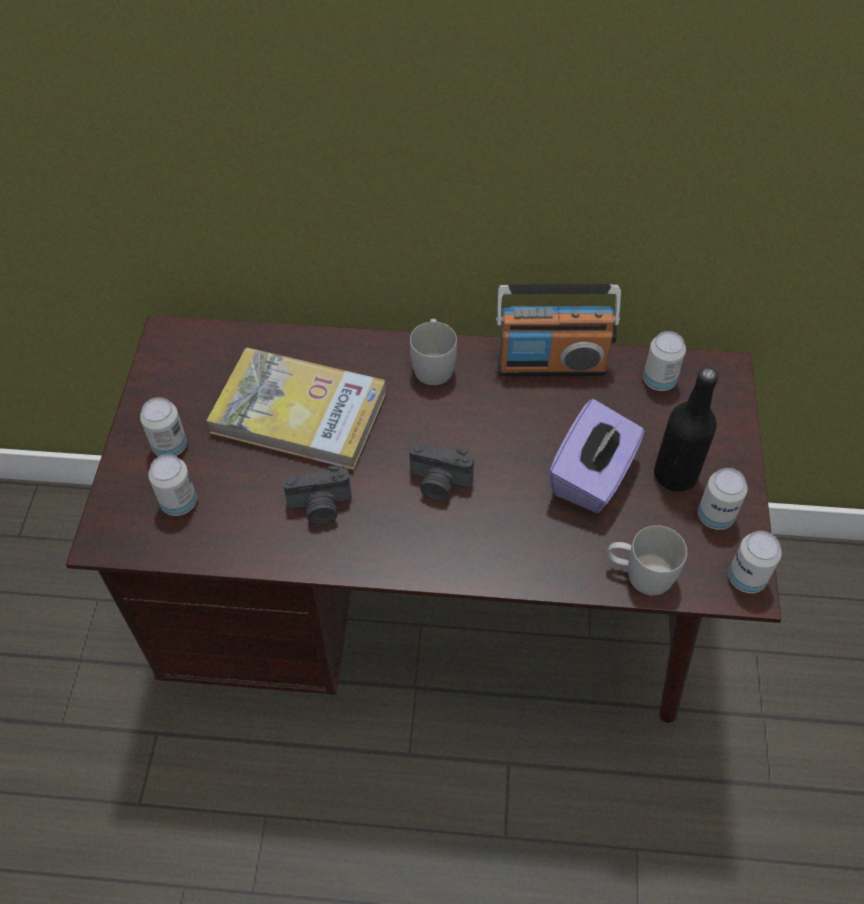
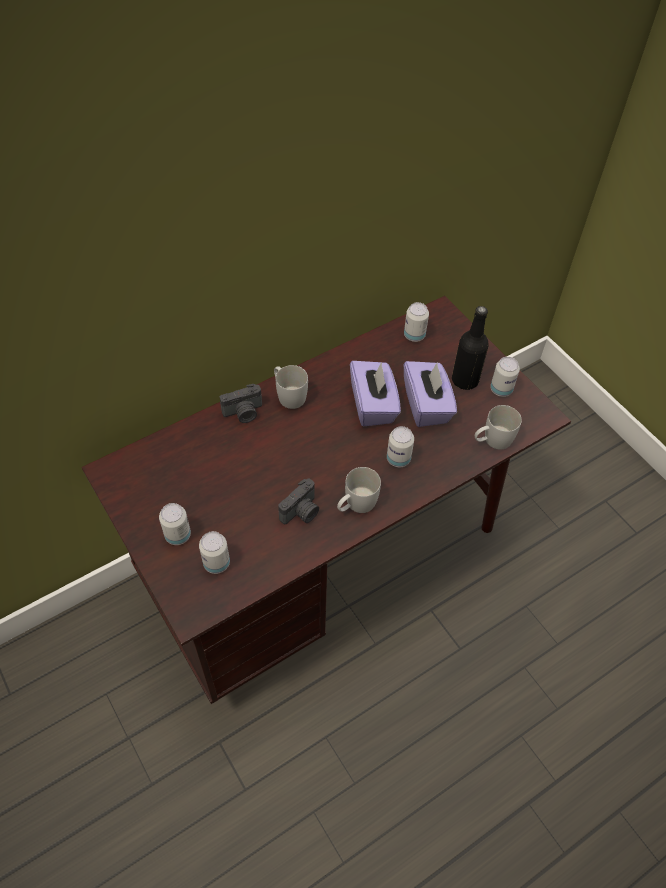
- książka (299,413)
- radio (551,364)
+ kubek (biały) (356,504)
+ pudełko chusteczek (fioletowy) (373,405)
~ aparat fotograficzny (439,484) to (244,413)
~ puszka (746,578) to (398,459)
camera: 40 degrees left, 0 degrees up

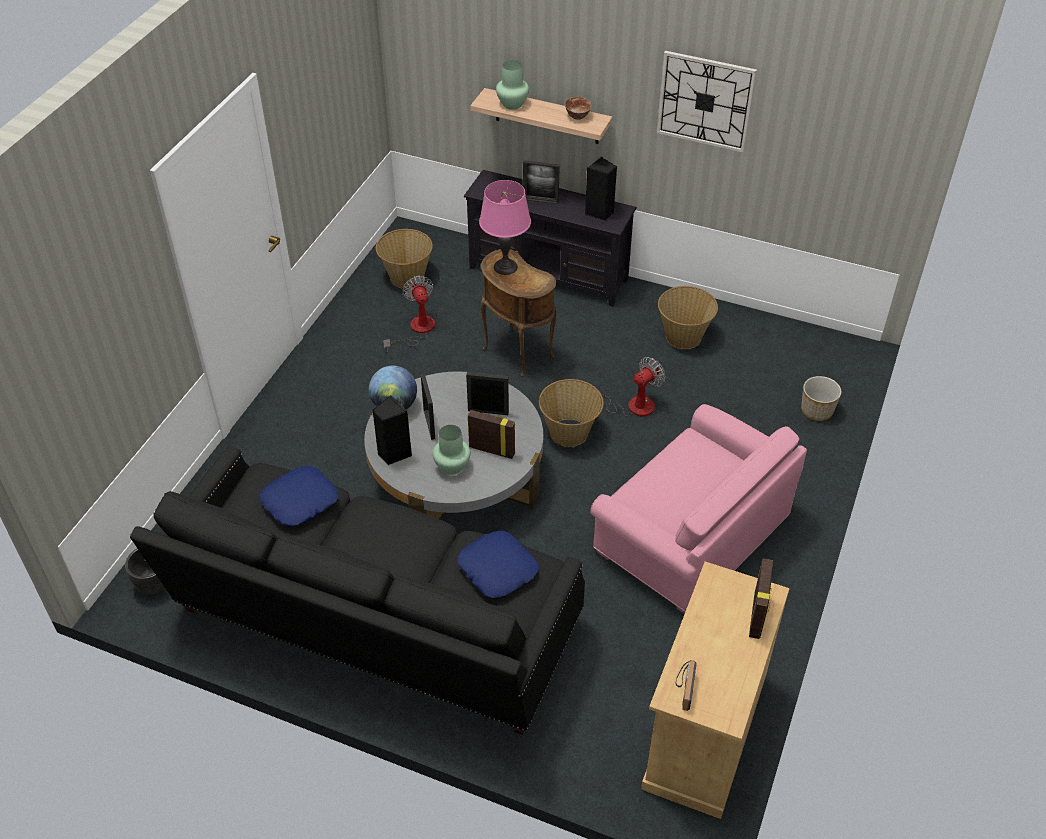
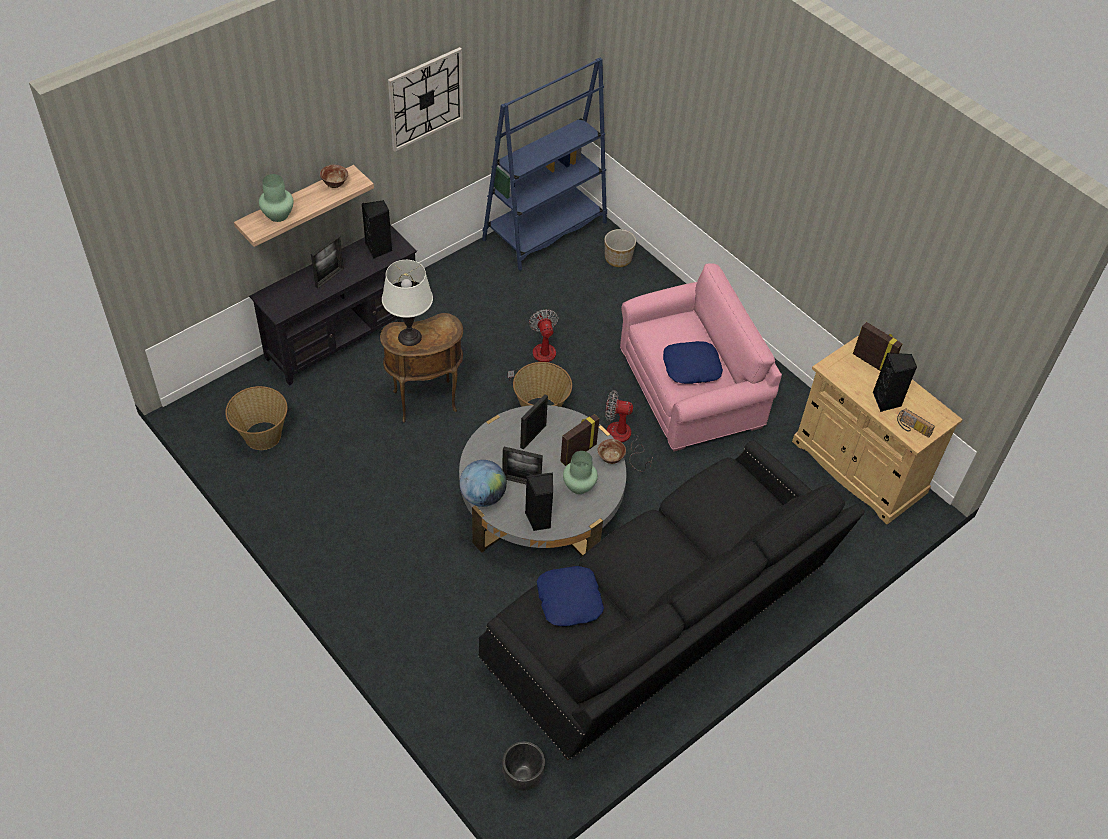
- koszyk (683,336)
+ regał (niebieski) (545,231)
+ miska (610,458)
+ głośnik (czarny) (887,401)
~ wentylator (416,330) to (623,439)
~ poduszka (niebieski) (498,569) to (691,366)
~ lampa stołowa (różowy) (505,267) to lampa stołowa (biały) (410,337)
camera: 65 degrees left, 5 degrees up

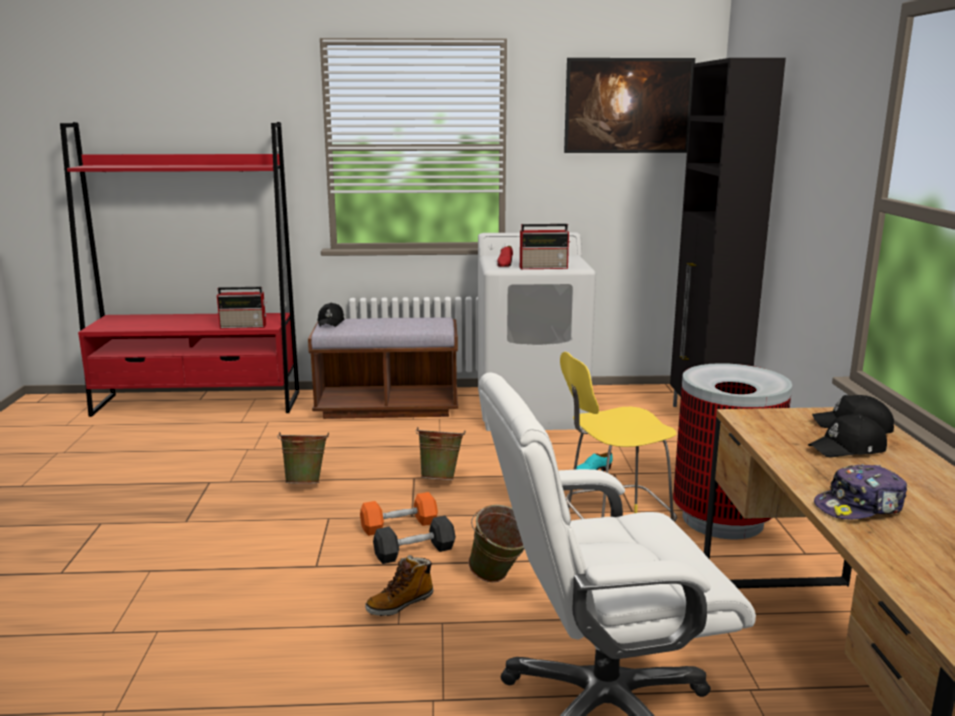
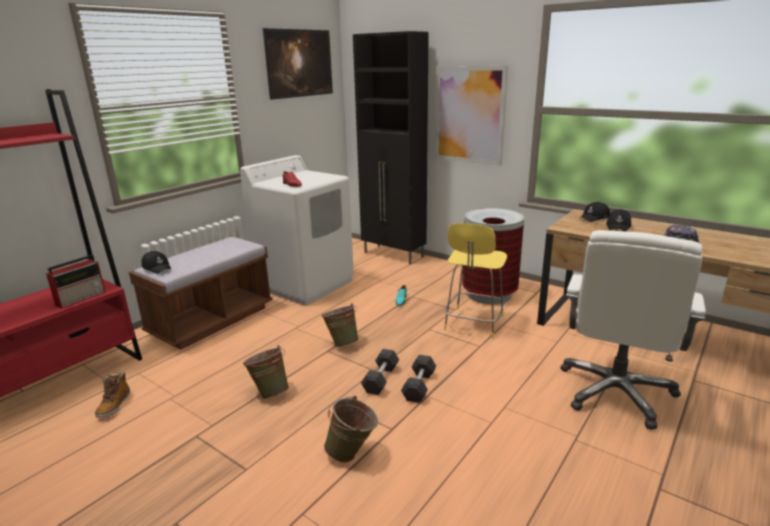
- radio (544,267)
+ obraz (469,115)
~ but z cholewką (400,604) to (114,405)
~ wiadro (zielony) (499,579) to (352,454)
~ hantel (pomarańczowy) (399,526) to hantel (szary) (381,379)
camera: 50 degrees left, 5 degrees up

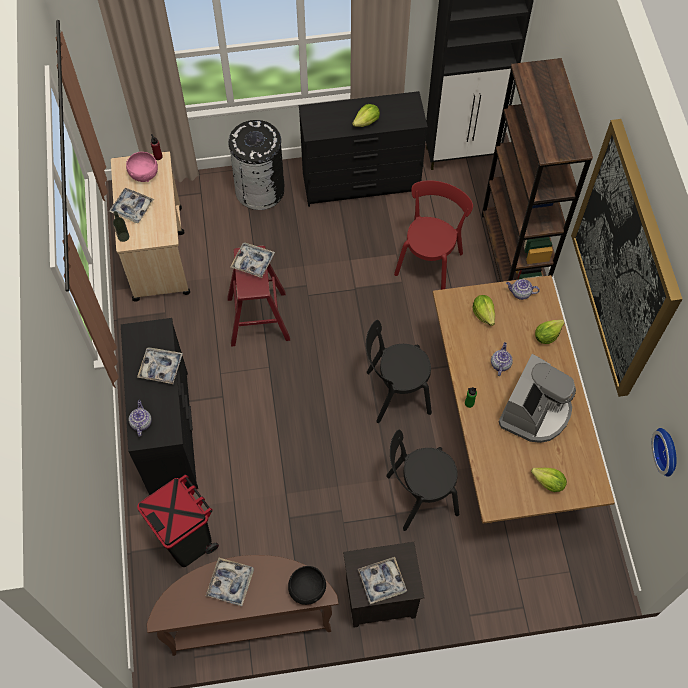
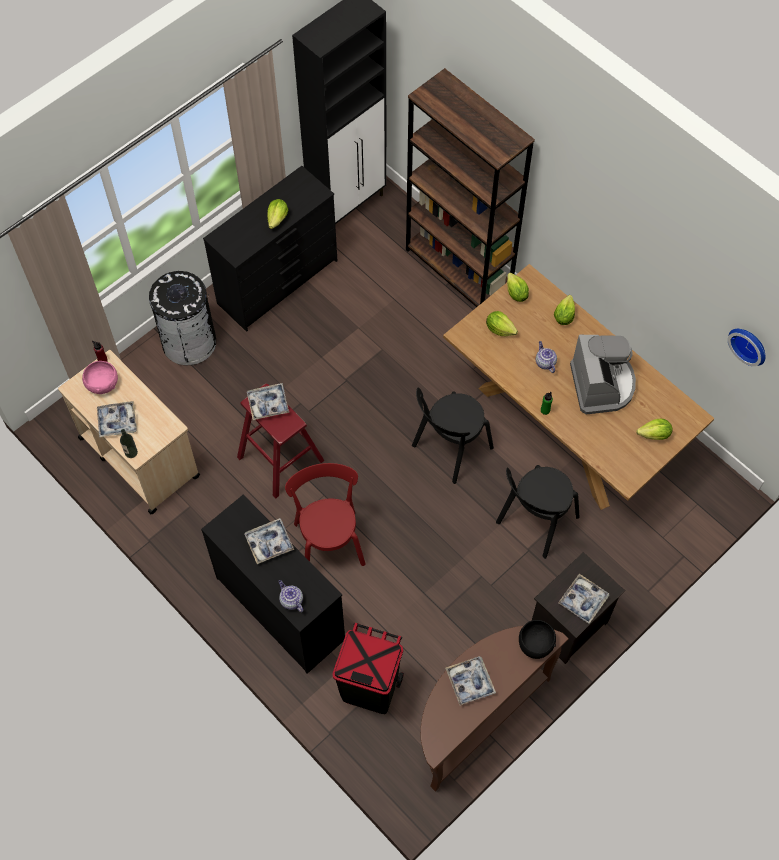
- obraz (624,262)
~ krzesło (czerwony) (429,261) to (329,540)
~ imbryk (520,293) to sałata (516,294)
camera: 35 degrees left, 0 degrees up

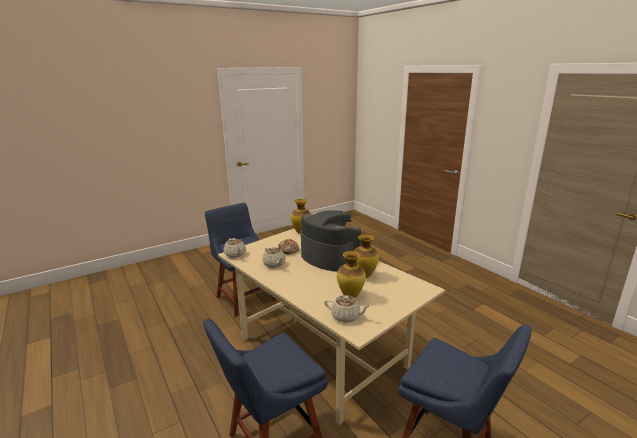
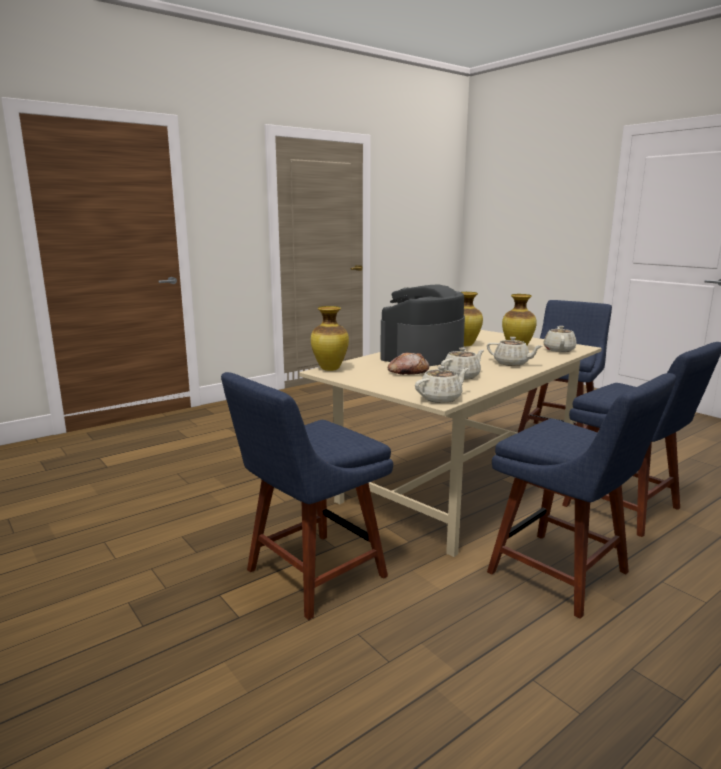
+ imbryk (beżowy) (512,363)
+ krzesło (niebieski) (564,575)
camera: 95 degrees left, 5 degrees down

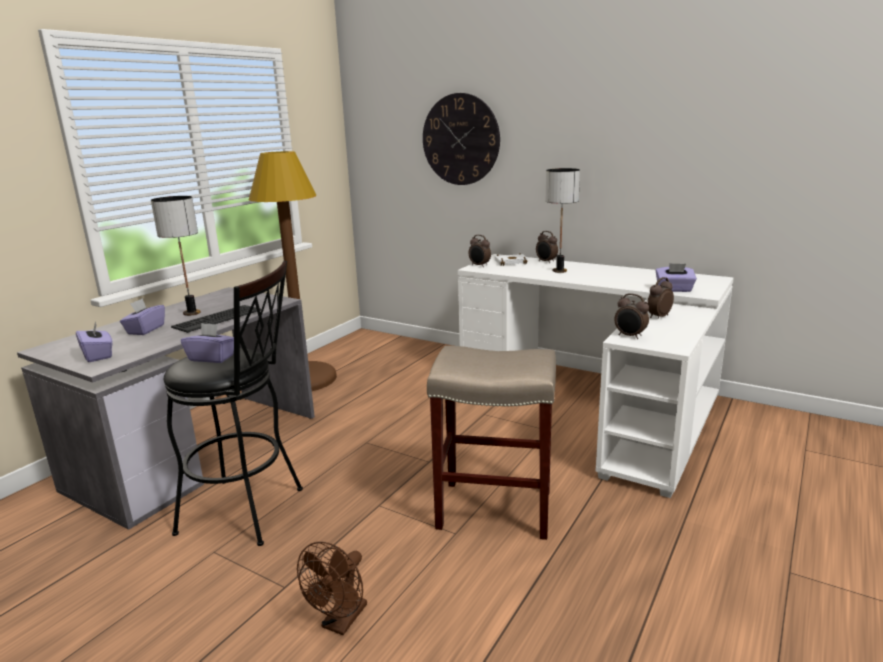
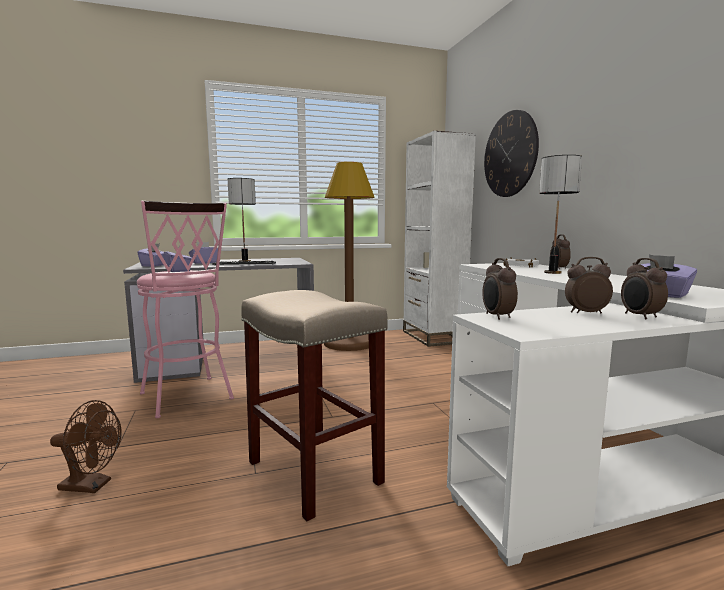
+ regał (biały) (433,336)
~ budzik (479,265) to (640,316)
~ stołek (czarny) (250,512) to stołek (różowy) (188,398)
~ wentylator (brązowy) (341,622) = (92,485) 150 degrees counterclockwise
camera: 40 degrees right, 10 degrees down

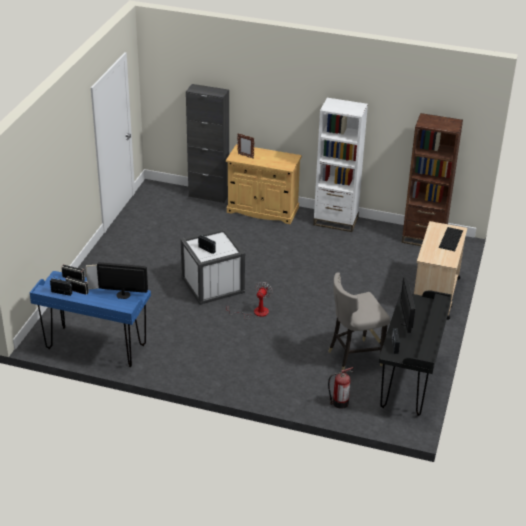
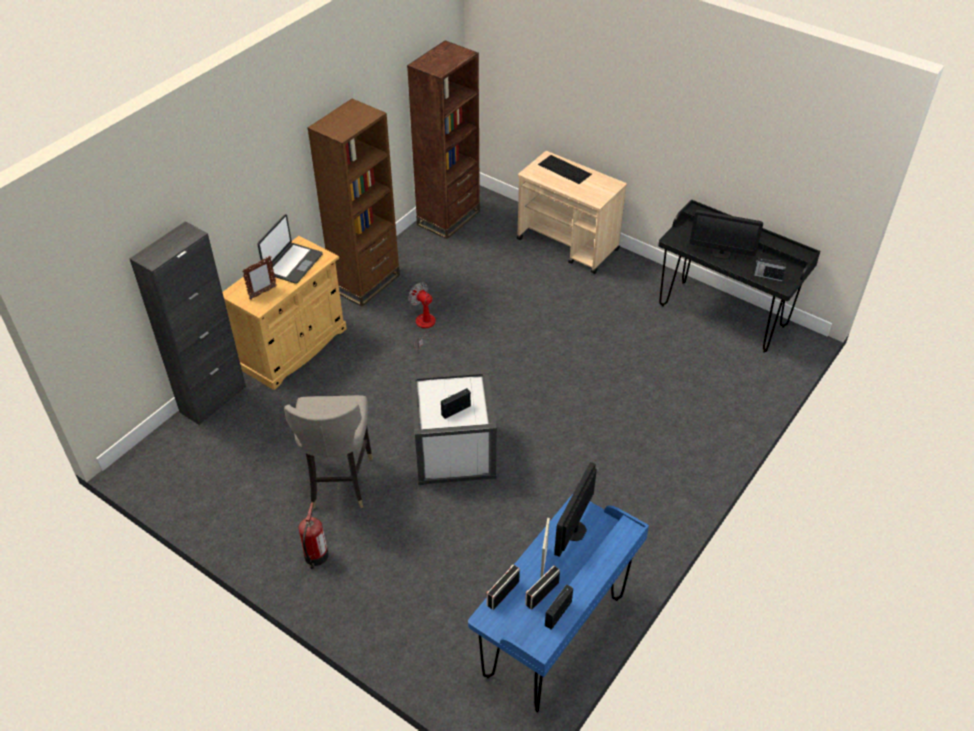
+ laptop (292,263)
~ wentylator (255,313) to (424,327)
~ stołek (szary) (354,357) to (339,483)
~ gaśnica (339,403) to (315,557)
~ regał (biały) (335,221) to regał (brązowy) (366,282)
camera: 70 degrees left, 10 degrees up

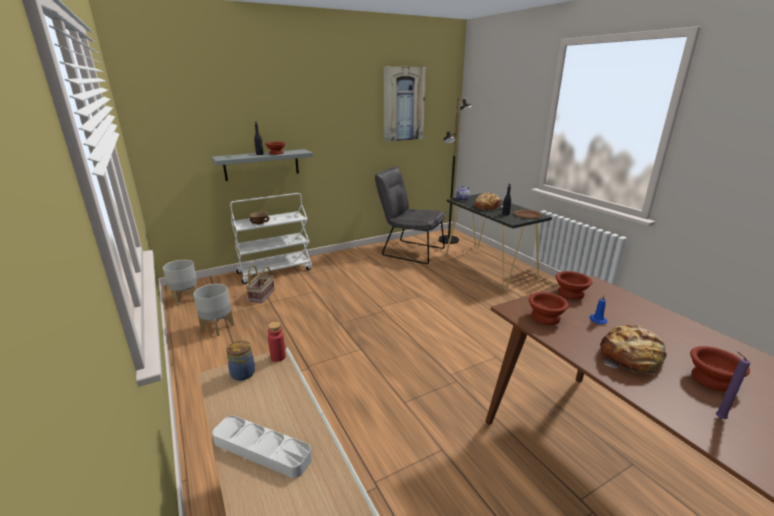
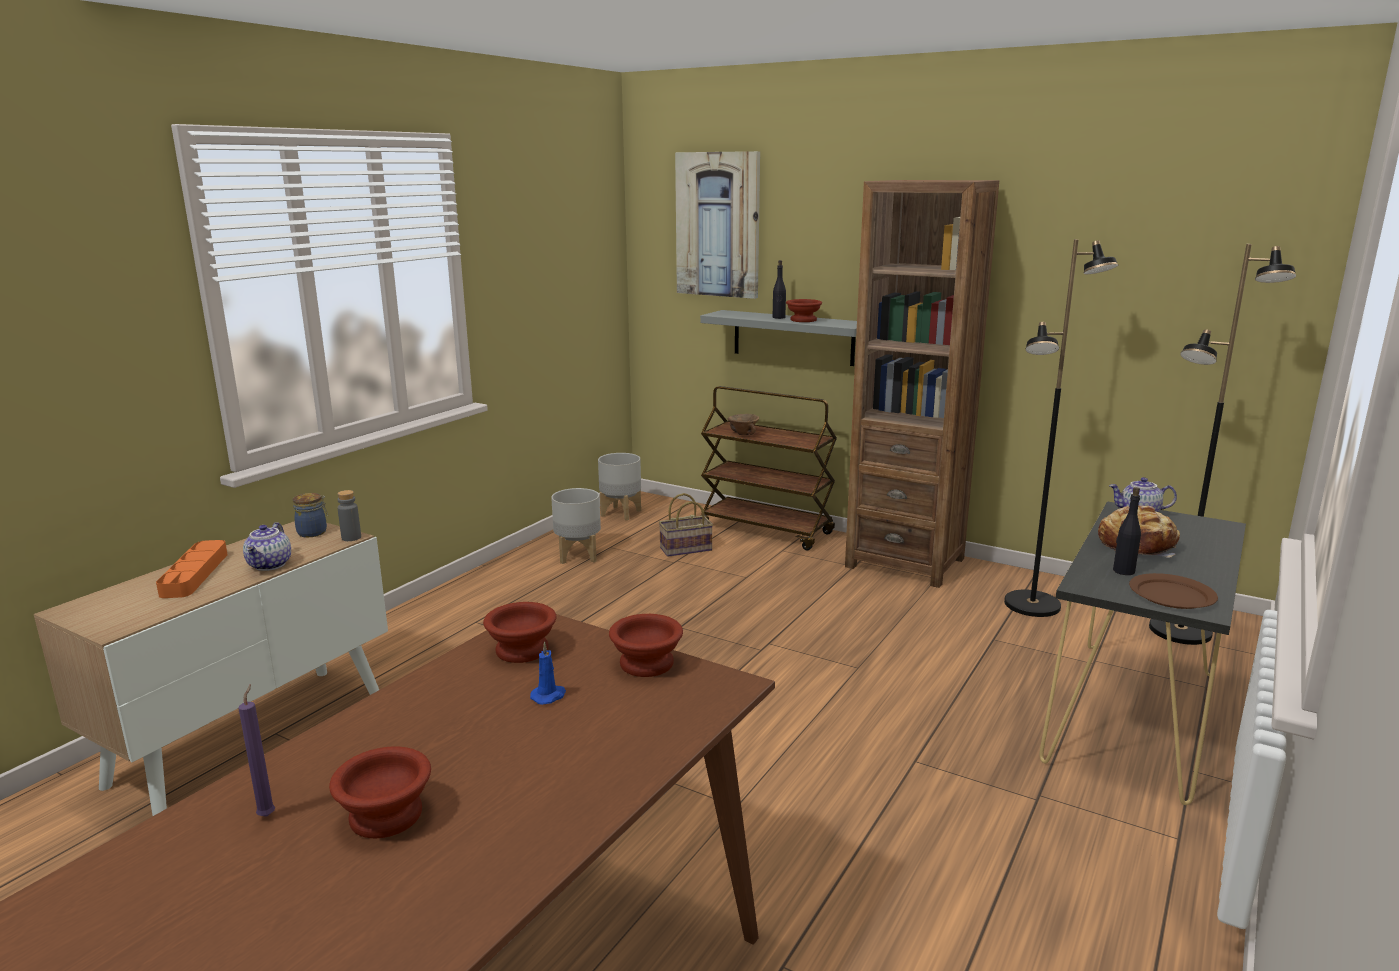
- chleb (630,358)
+ imbryk (270,565)
+ regał (brązowy) (905,562)
~ obraz (403,104) to (718,225)
~ krzesło (szary) (409,251) to lampa stojąca (czarny) (1033,605)
~ taca (szary) (262,449) to taca (pomarańczowy) (194,574)
~ wózek (biały) (275,271) to wózek (brązowy) (766,530)
~ butelka (czerwony) (278,357) to butelka (szary) (351,538)
camera: 60 degrees right, 5 degrees down

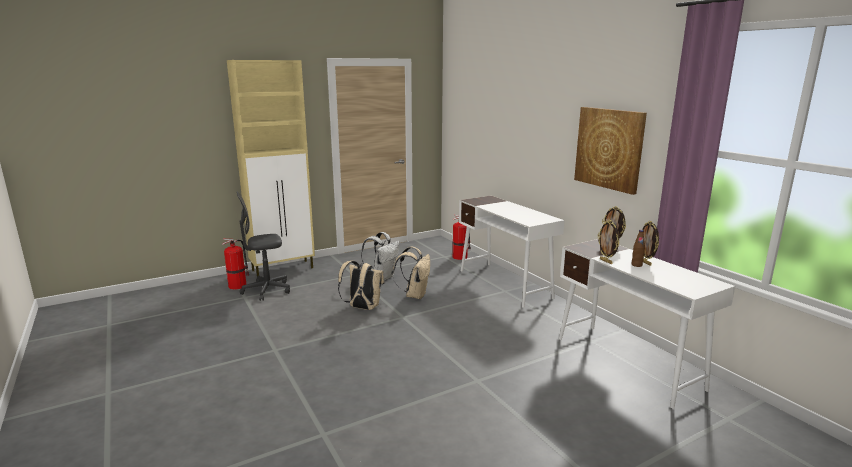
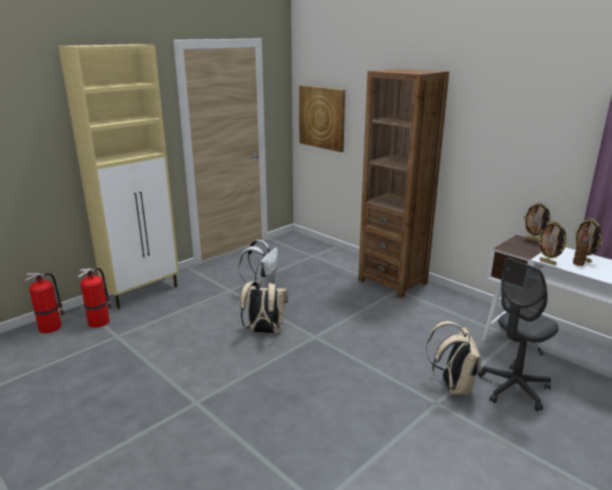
~ krzesło biurowe (szary) (266,290) to (513,388)
~ plecak (beżowy) (415,295) to (453,386)
~ gaśnica (460,257) to (51,327)
~ obraz (609,148) to (322,117)
~ biurko (biały) (505,284) to regał (brązowy) (392,282)
camera: 15 degrees left, 5 degrees up

